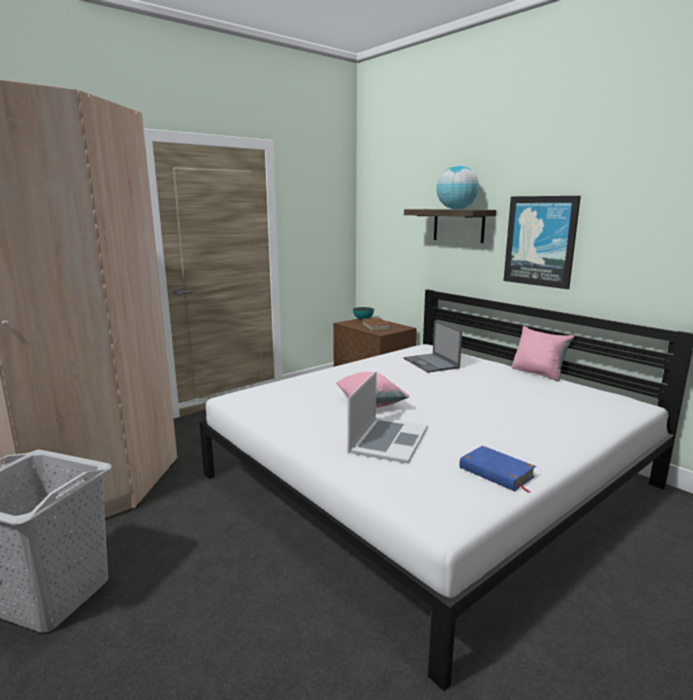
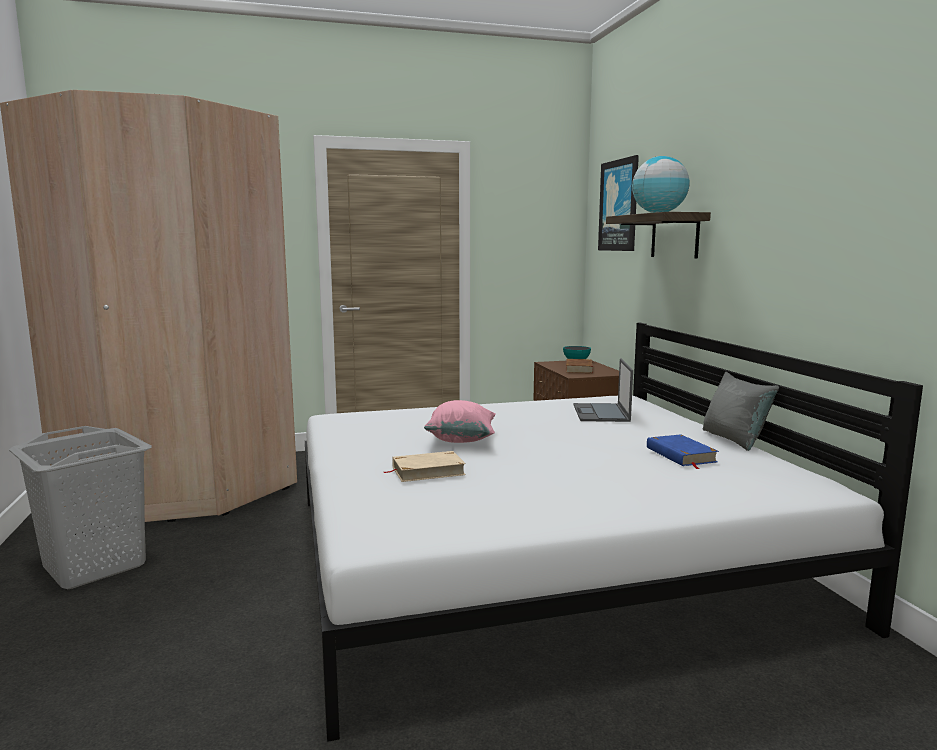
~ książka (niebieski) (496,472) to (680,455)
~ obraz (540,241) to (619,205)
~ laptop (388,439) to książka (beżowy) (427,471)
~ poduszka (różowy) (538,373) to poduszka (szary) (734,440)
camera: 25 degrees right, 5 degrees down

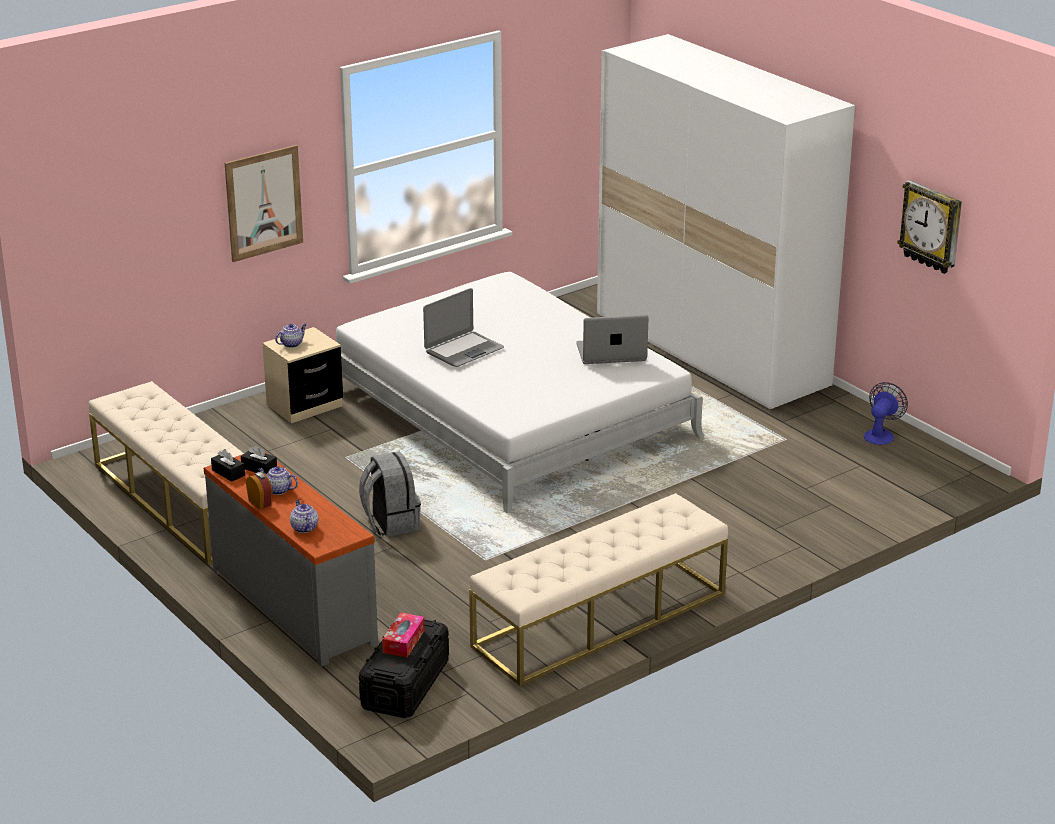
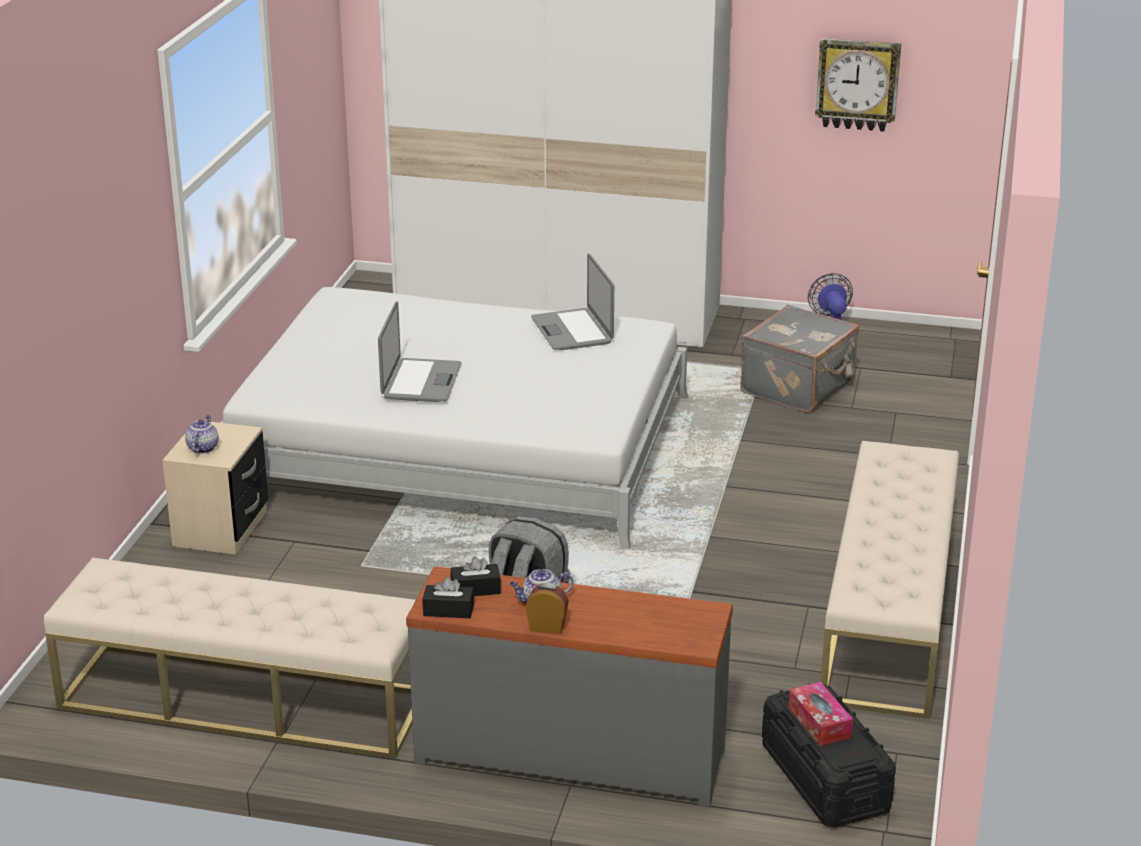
- obraz (264,203)
- imbryk (304,528)
+ walizka (szary) (799,388)
~ laptop (611,353) = (573,331) 60 degrees counterclockwise
camera: 40 degrees left, 0 degrees up

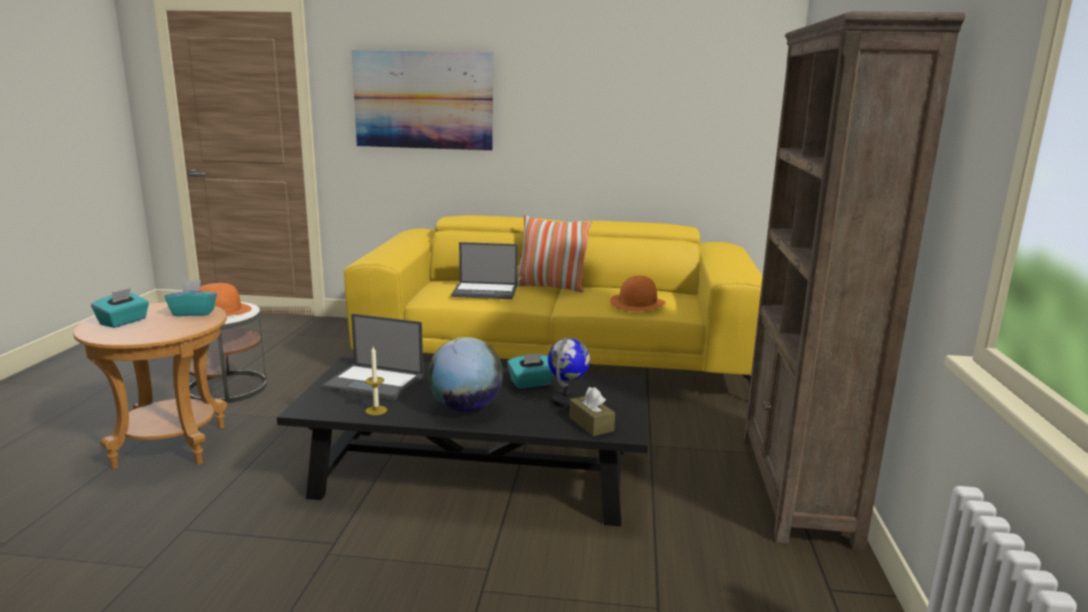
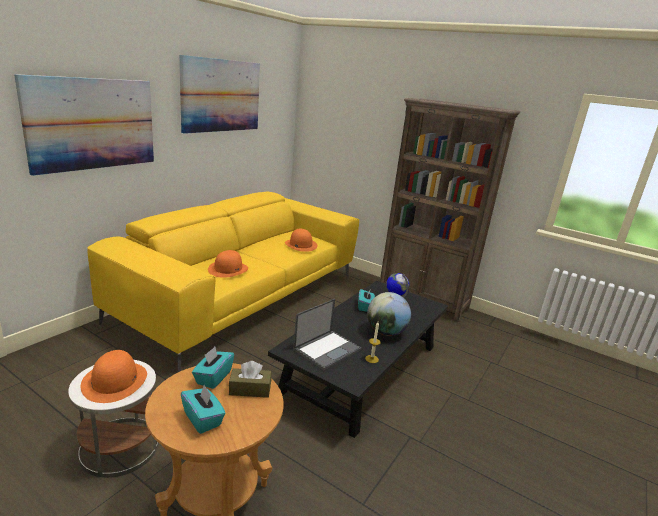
- poduszka (550,287)
+ obraz (221,95)
~ pudełko chusteczek (brązowy) (591,424) to (250,389)
~ laptop (486,291) to kapelusz (pomarańczowy) (228,269)
camera: 65 degrees left, 5 degrees up

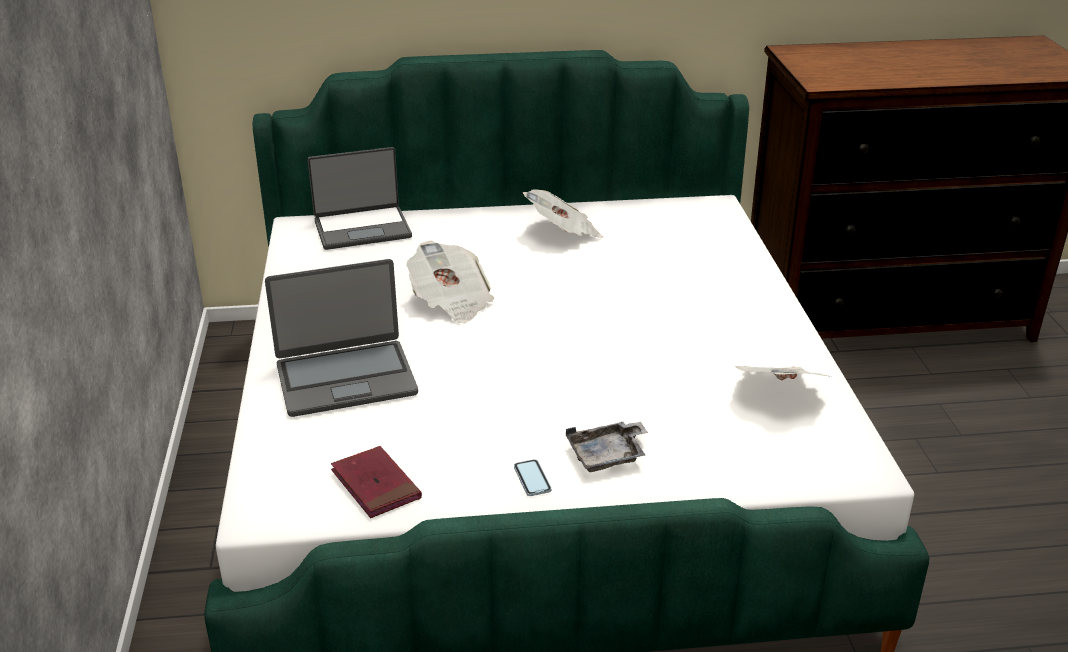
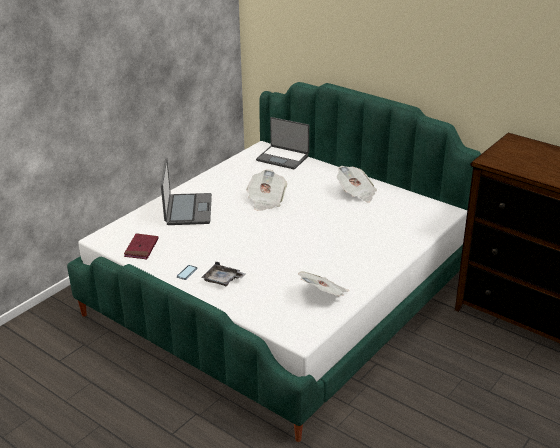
~ laptop (346,379) = (188,210) 120 degrees counterclockwise
camera: 45 degrees right, 0 degrees up

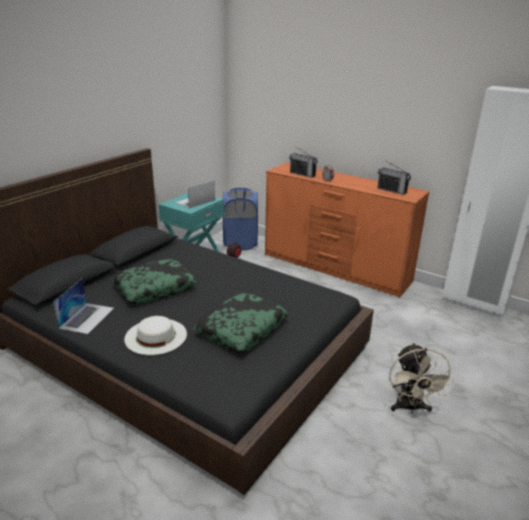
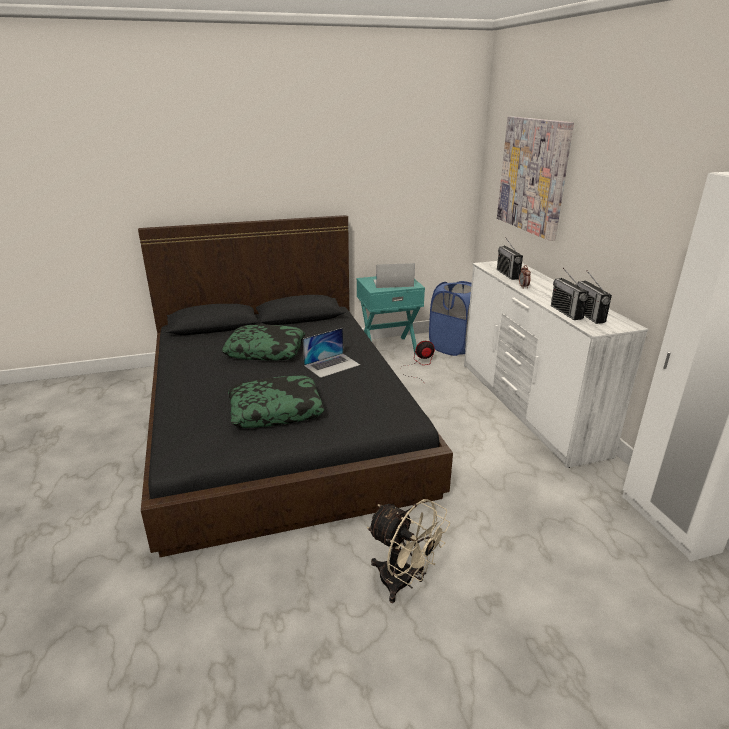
- kapelusz (biały) (155,336)
+ obraz (533,176)
+ radio (566,312)
~ laptop (87,317) to (332,365)
~ komoda (pomarańczowy) (335,268) to komoda (biały) (528,406)
~ wentylator (beżowy) (410,408) = (403,583) 90 degrees counterclockwise
camera: 40 degrees right, 0 degrees up

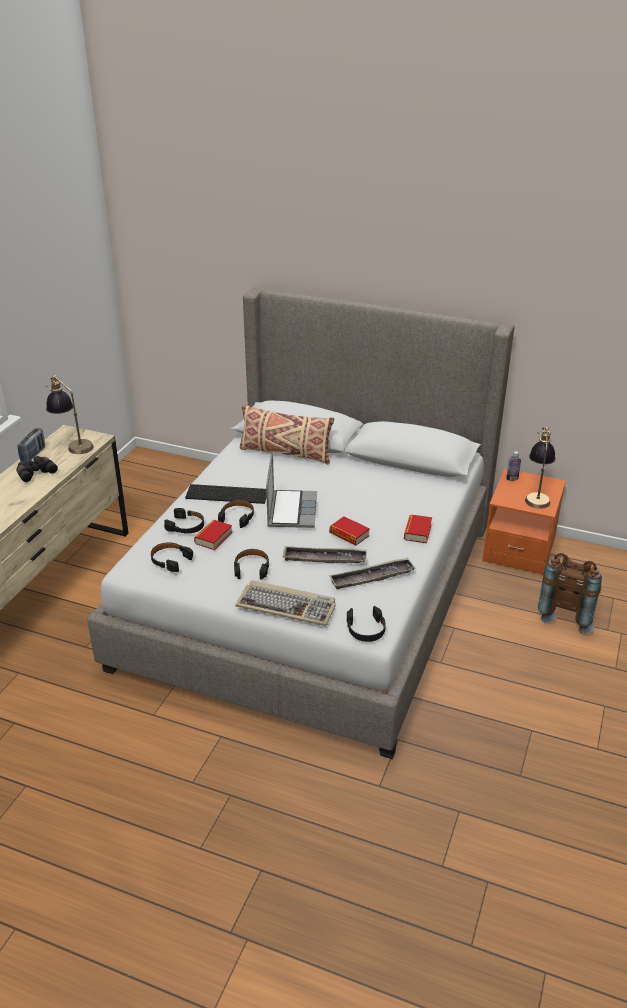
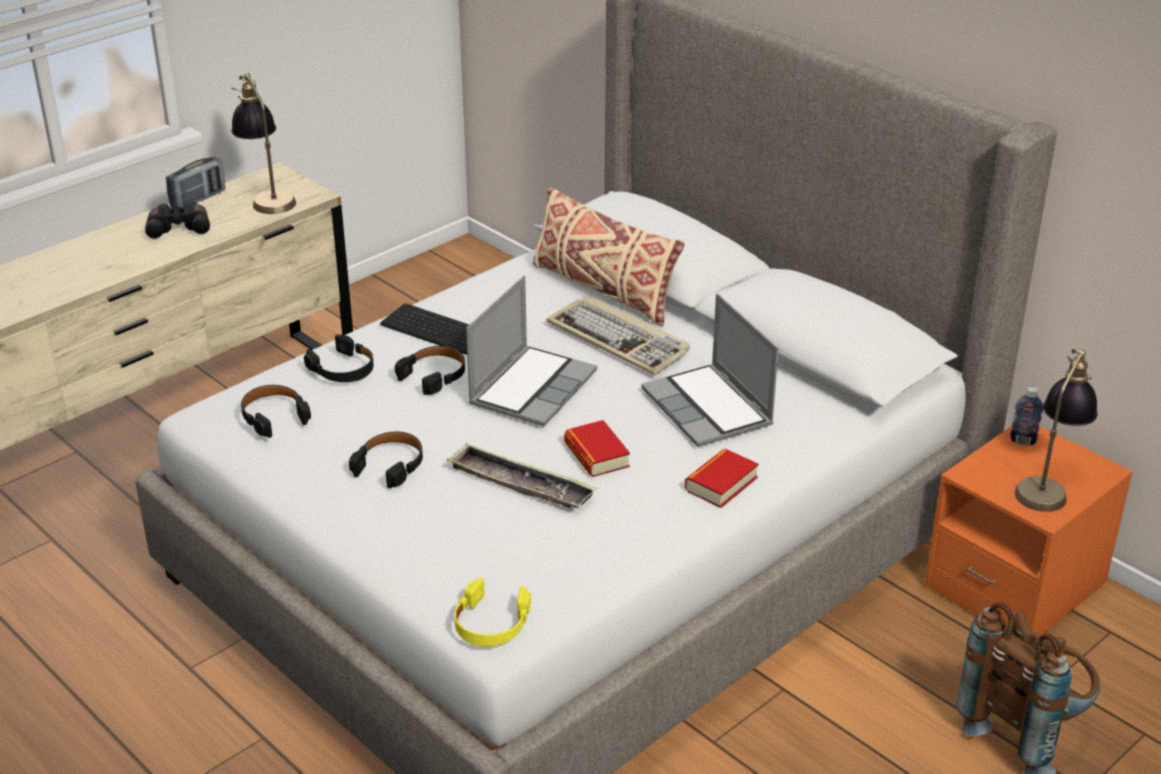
- książka (213,538)
- taca (372,577)
+ laptop (709,408)
~ klawiatura (287,606) to (619,340)
~ słuchawki (czarny) (366,629) to słuchawki (żółty) (490,623)
camera: 25 degrees right, 0 degrees up

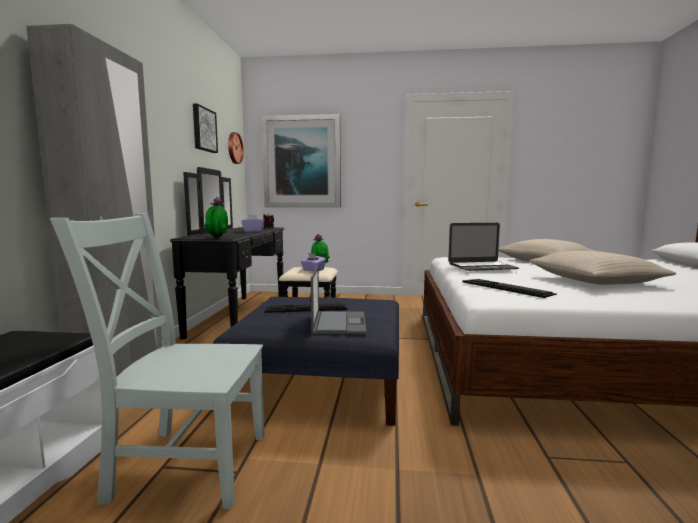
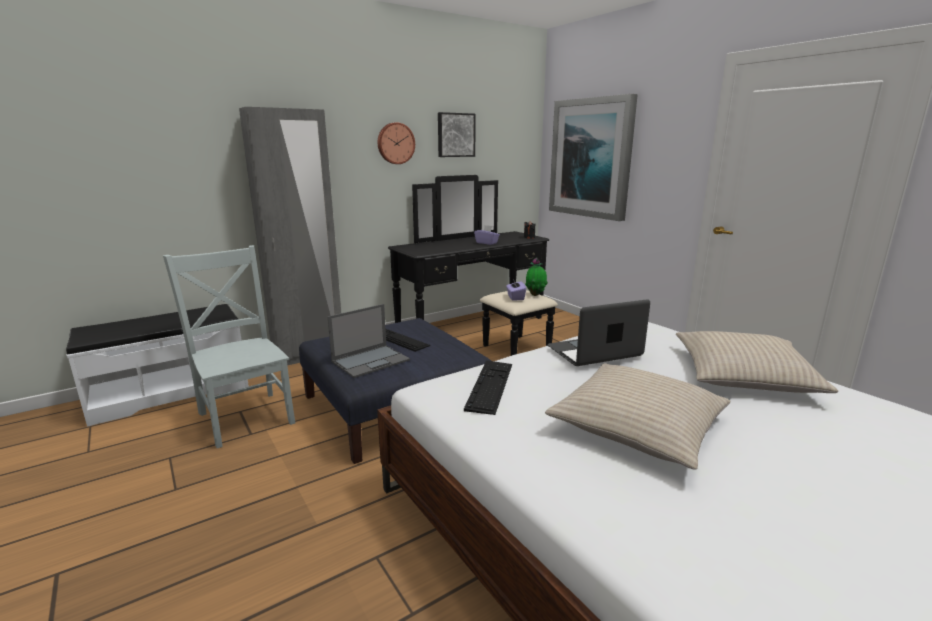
- roślina doniczkowa (217,238)
~ zegar ścienny (234,148) to (395,143)
~ laptop (482,266) = (594,351) 120 degrees clockwise
camera: 50 degrees right, 10 degrees up

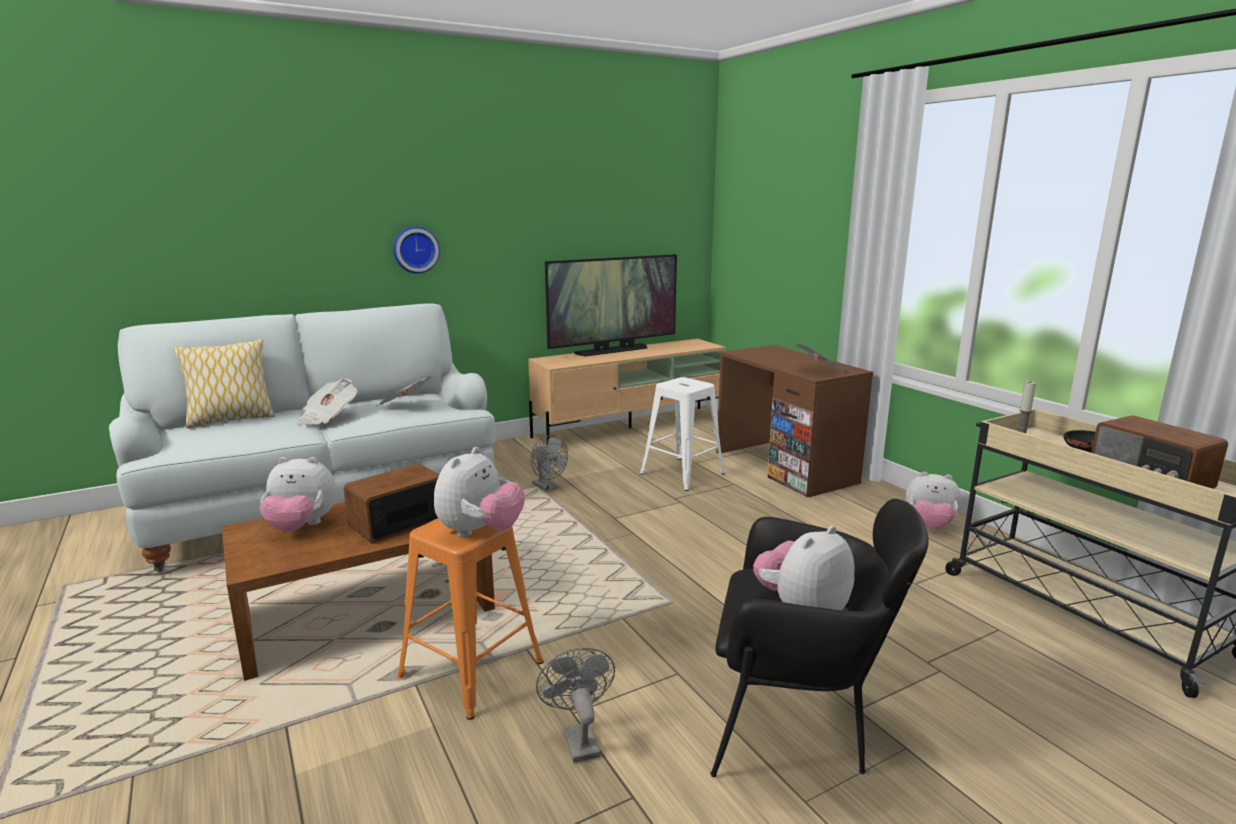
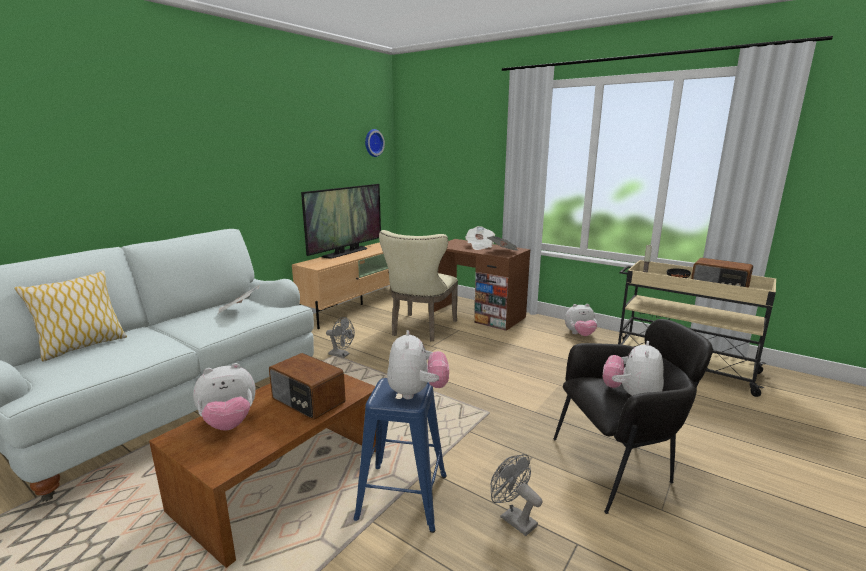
~ gazeta (328,418) to (479,246)
~ zegar ścienny (415,249) to (372,143)
~ stołek (biały) (681,473) to krzesło (beżowy) (421,329)
~ stołek (pomarańczowy) (471,668) to stołek (niebieski) (402,495)
~ radio (397,522) = (307,401) 75 degrees counterclockwise
camera: 25 degrees left, 0 degrees up

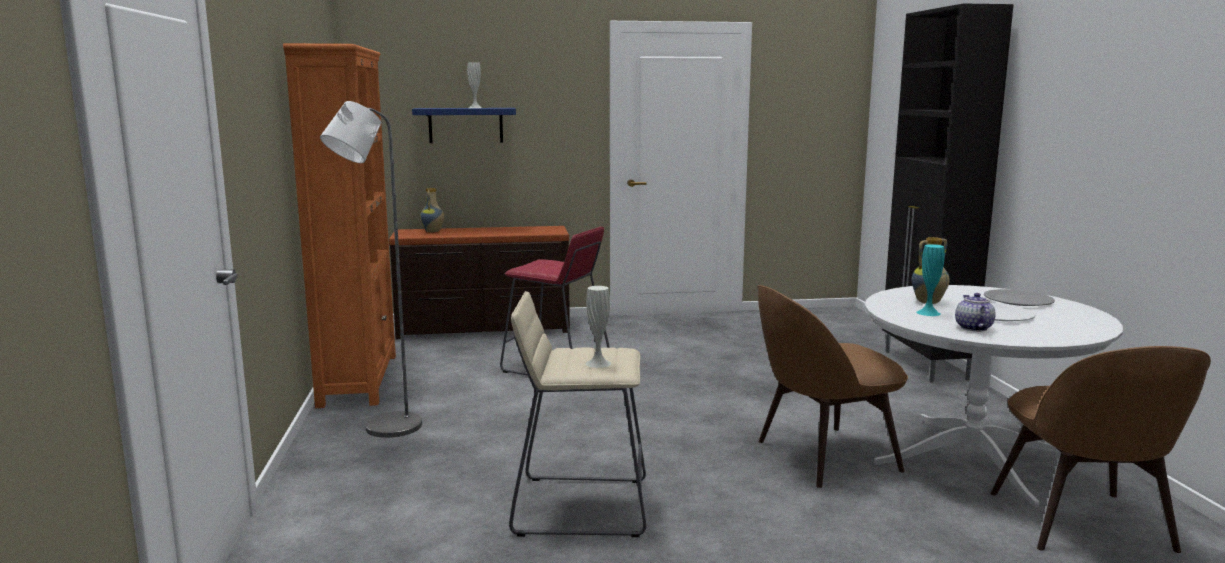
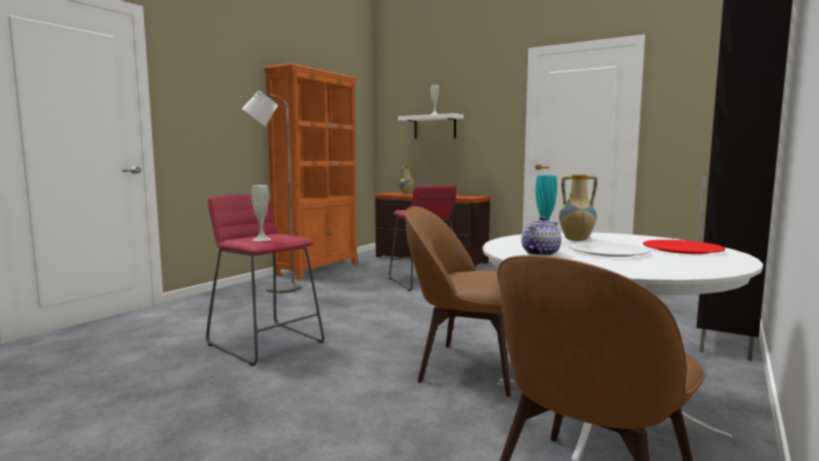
~ półka (niebieski) (465,125) to półka (biały) (435,127)
~ stołek (beżowy) (580,506) to stołek (czerwony) (266,343)
~ talerz (szary) (1018,300) to talerz (czerwony) (682,249)
camera: 40 degrees right, 5 degrees down

